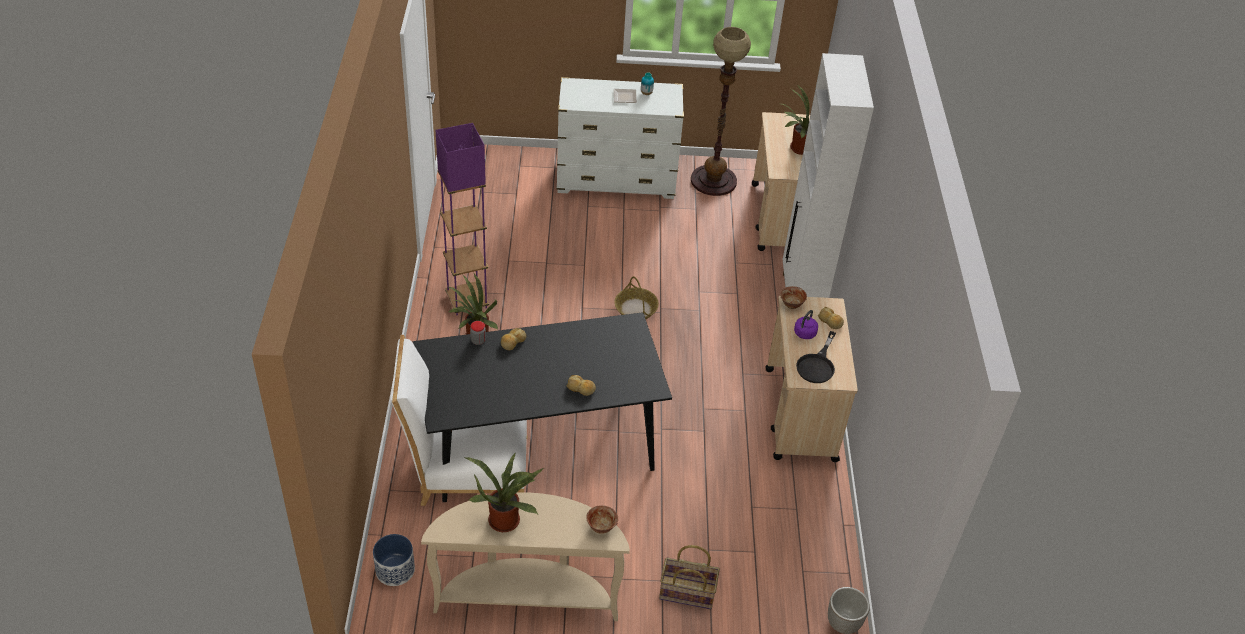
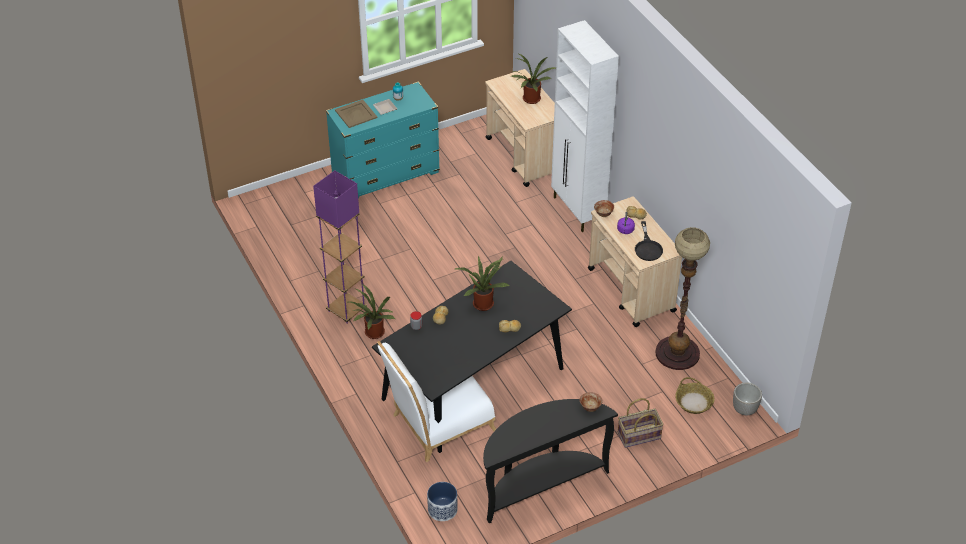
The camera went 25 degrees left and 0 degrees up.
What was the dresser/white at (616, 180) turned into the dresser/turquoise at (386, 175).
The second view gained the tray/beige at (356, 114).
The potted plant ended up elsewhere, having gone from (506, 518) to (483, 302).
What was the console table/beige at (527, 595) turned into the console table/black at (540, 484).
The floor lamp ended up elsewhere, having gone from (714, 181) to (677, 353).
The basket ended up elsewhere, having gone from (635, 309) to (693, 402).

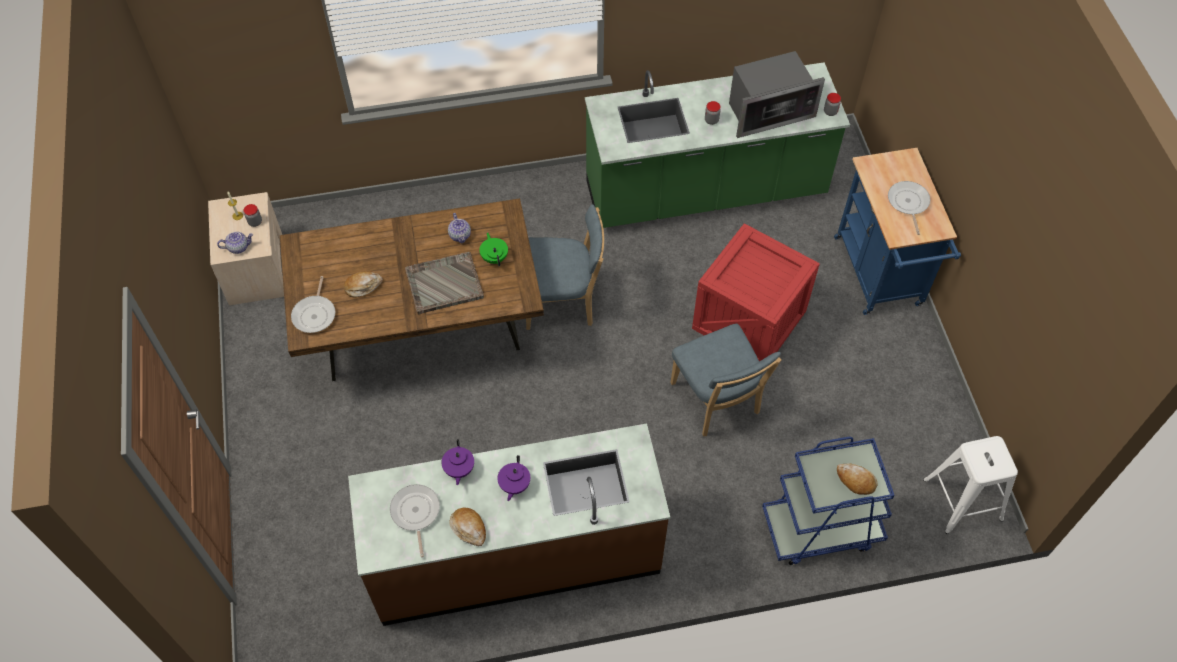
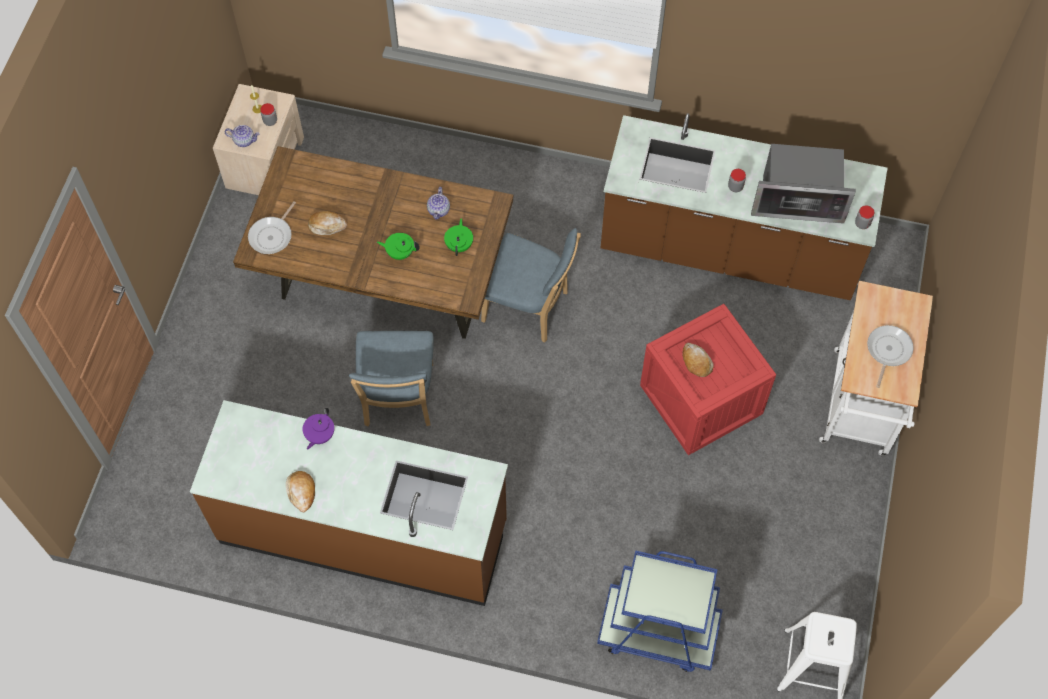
The camera went 25 degrees right and 5 degrees up.
The chair/blue ended up elsewhere, having gone from (717, 401) to (398, 399).
Where the tray/grey stood at (443, 284), the teapot/green came to stand at (400, 252).
What was the counter/green at (705, 192) turned into the counter/brown at (729, 250).
The bread ended up elsewhere, having gone from (855, 481) to (696, 362).
What was the cart/blue at (880, 277) turned into the cart/white at (859, 410).
The second view lost the frying pan at (415, 513).
The second view lost the teapot/purple at (514, 485).

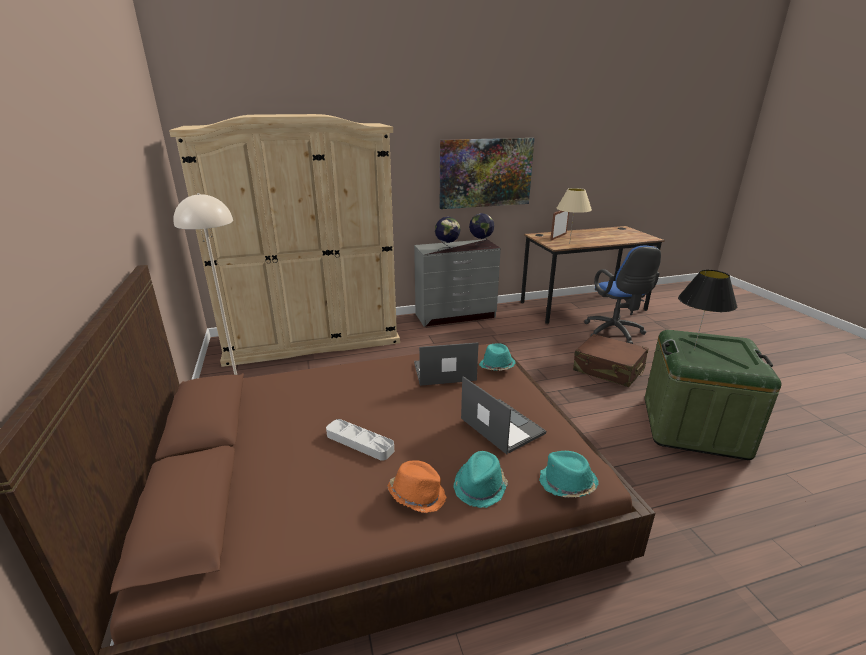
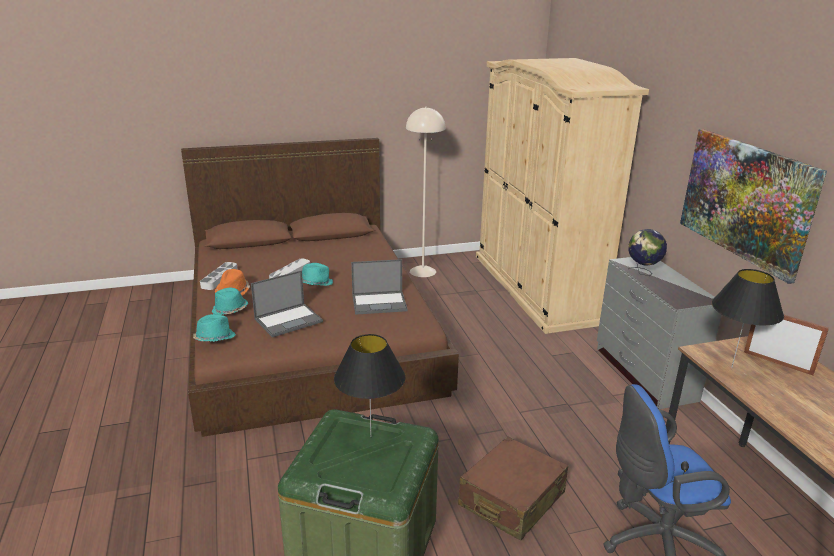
The camera went 90 degrees right and 0 degrees up.
The second view gained the tray/grey at (219, 278).
The hat/turquoise ended up elsewhere, having gone from (496, 366) to (315, 283).
The laptop at (443, 372) ended up facing another way, 90 degrees clockwise from before.
What was the table lamp/beige at (569, 244) turned into the table lamp/black at (731, 367).
The second view lost the globe at (480, 245).

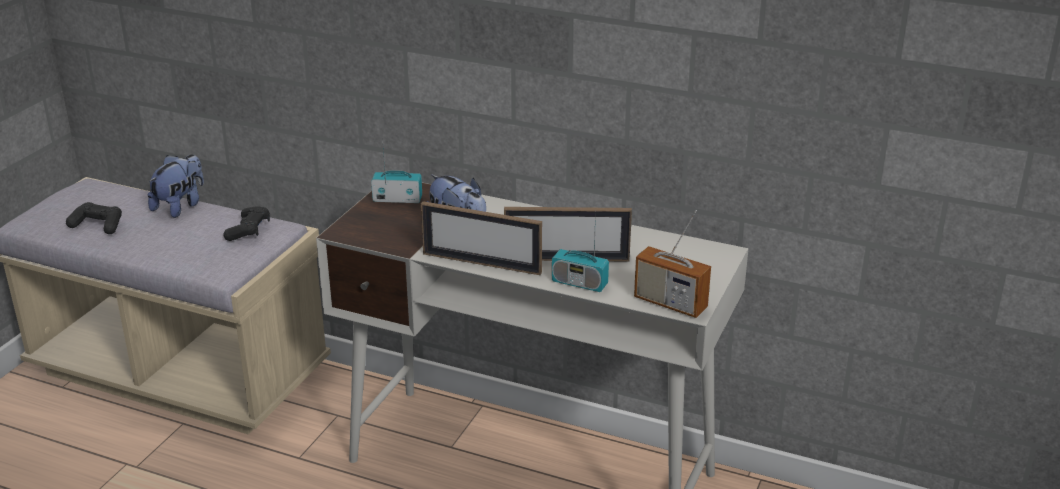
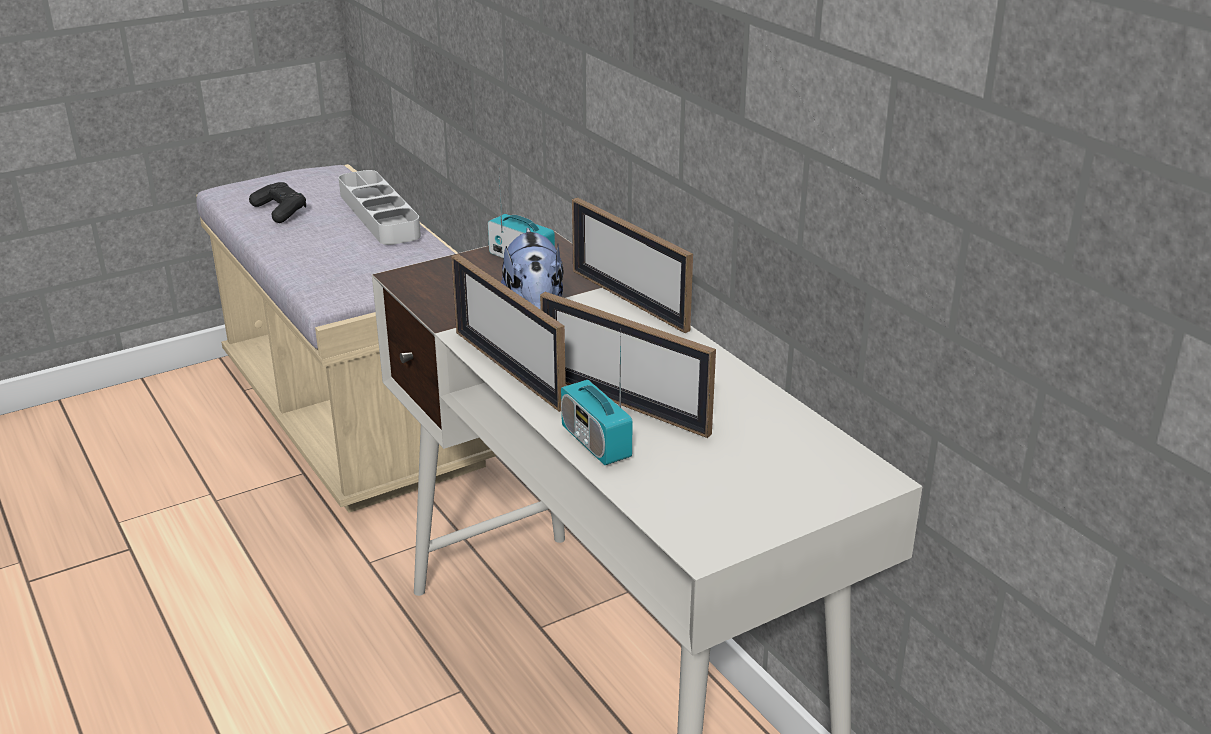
The camera went 35 degrees right and 0 degrees up.
Where the plush toy stood at (180, 206), the tray/grey came to stand at (379, 215).
The second view gained the picture frame at (629, 299).
The second view lost the game controller/black at (249, 230).
The second view lost the radio at (670, 303).

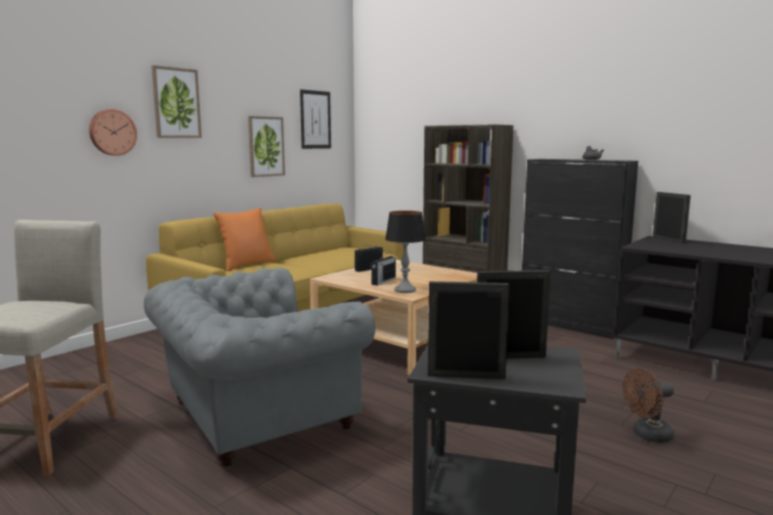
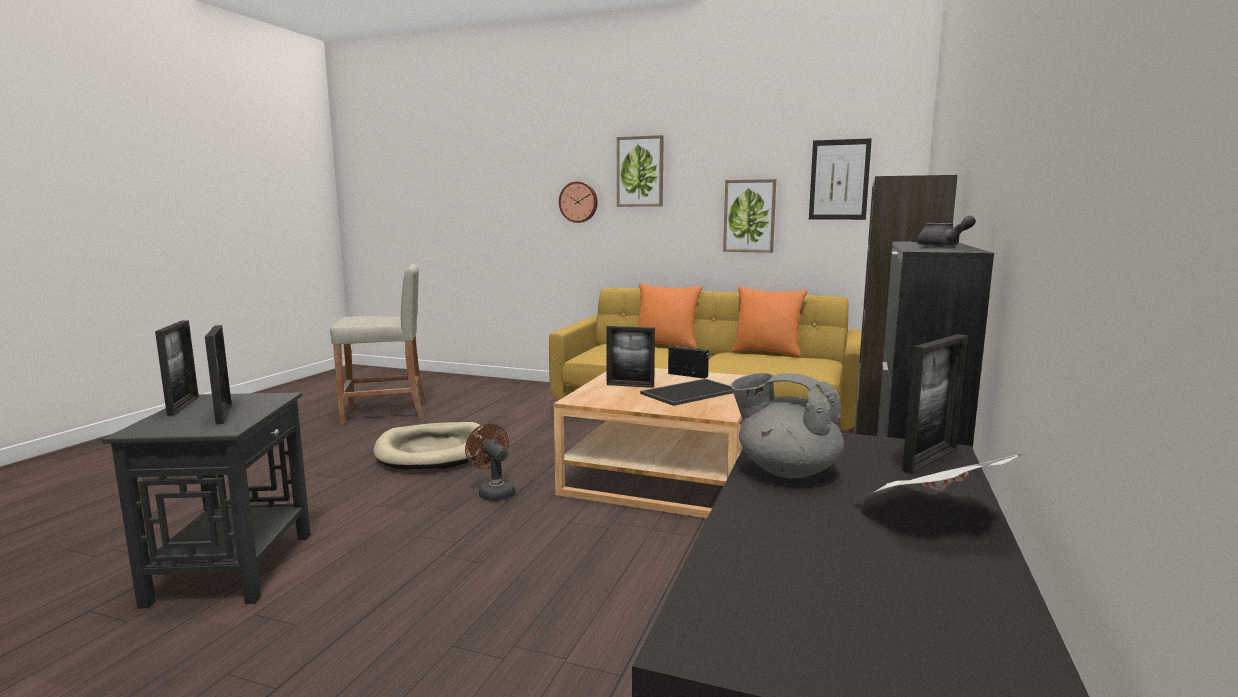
The camera went 70 degrees right and 0 degrees up.
Where the armchair/grey stood at (253, 415), the dog bed/beige came to stand at (434, 451).
The fan/brown ended up elsewhere, having gone from (647, 435) to (493, 492).
Where the radio stood at (383, 281), the picture frame came to stand at (630, 385).
The second view gained the tray at (690, 392).
The second view gained the teapot/grey at (786, 470).
The second view gained the pillow/orange at (767, 353).
The second view gained the newspaper at (929, 514).
The second view lost the table lamp at (405, 290).

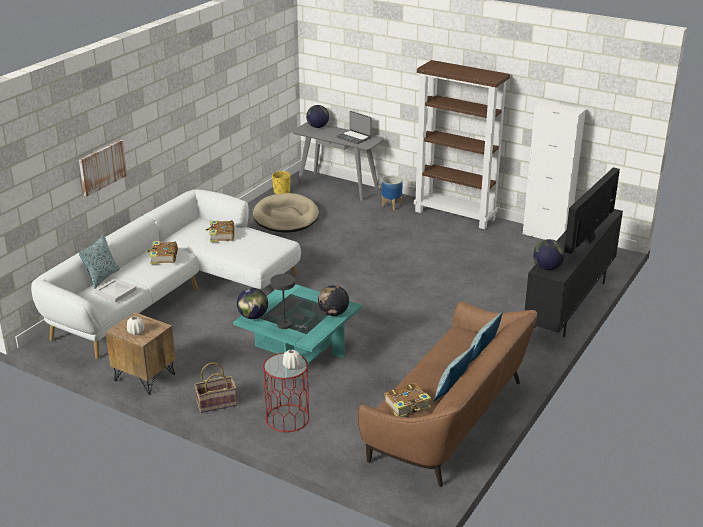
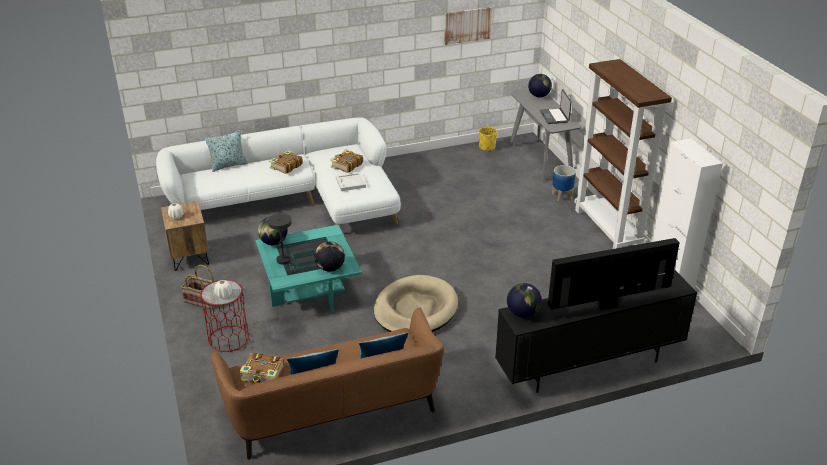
The camera went 40 degrees right and 5 degrees up.
The tray/white ended up elsewhere, having gone from (115, 291) to (351, 182).
The dog bed/beige ended up elsewhere, having gone from (286, 217) to (415, 309).
The picture ended up elsewhere, having gone from (102, 167) to (467, 25).

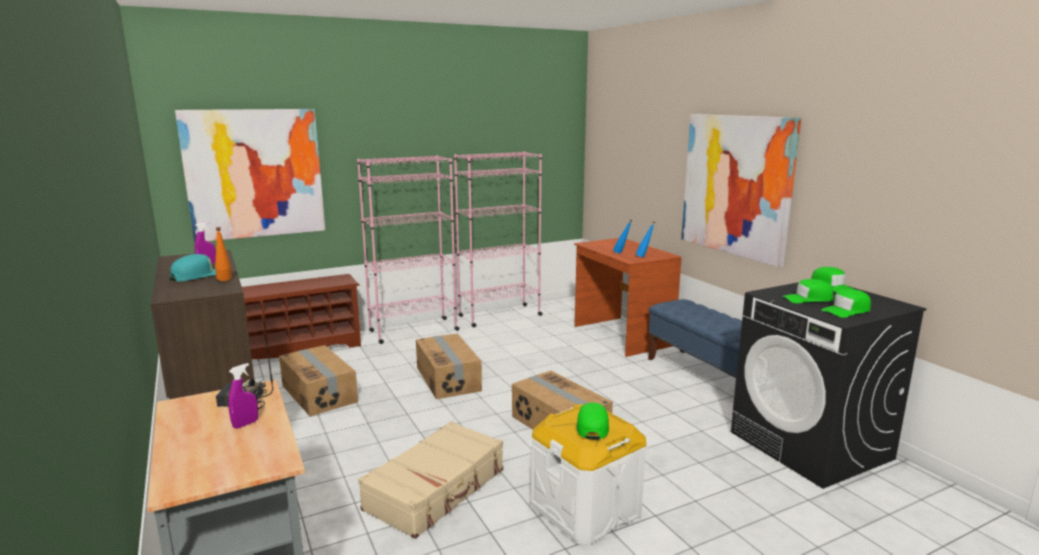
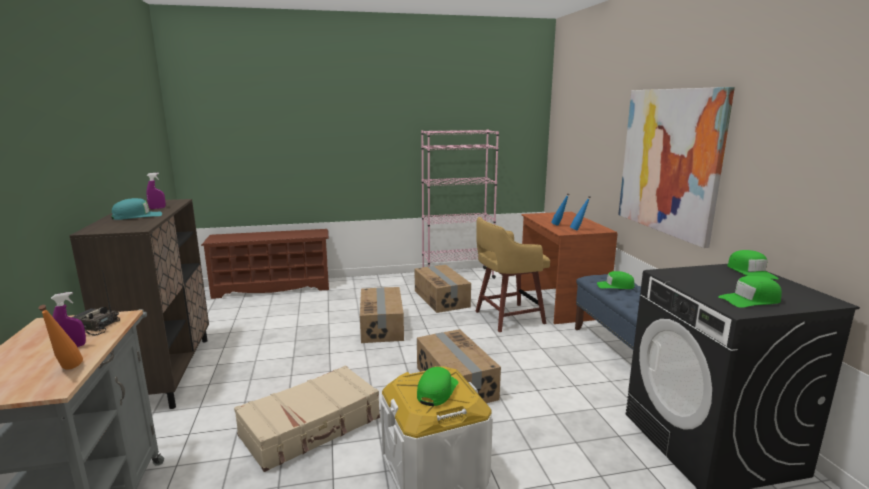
The camera went 15 degrees right and 0 degrees up.
The bottle/orange ended up elsewhere, having gone from (225, 281) to (67, 370).
The cardboard box ended up elsewhere, having gone from (319, 393) to (442, 298).
The second view gained the stool/yellow at (507, 317).
The cap/green ended up elsewhere, having gone from (808, 299) to (615, 286).
The second view lost the picture at (255, 174).
The second view lost the bookcase/pink at (413, 331).

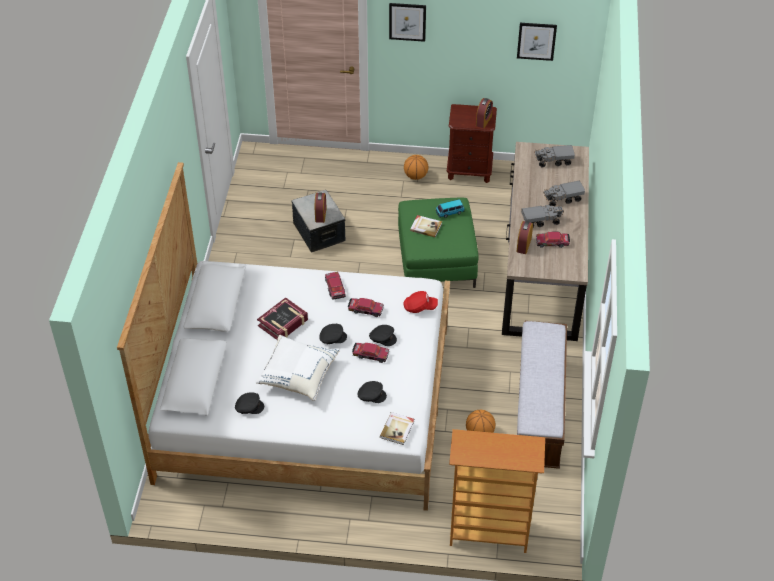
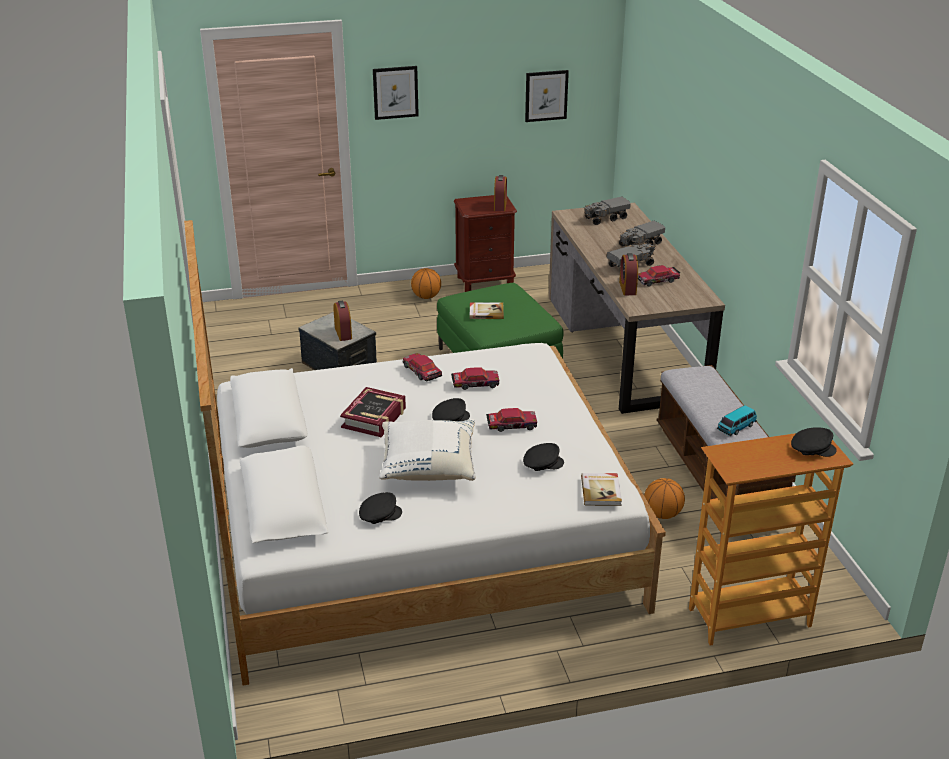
The camera went 20 degrees left and 15 degrees down.
The toy car ended up elsewhere, having gone from (449, 212) to (736, 427).
The cap/black ended up elsewhere, having gone from (383, 337) to (812, 448).
The second view lost the cap/red at (419, 307).

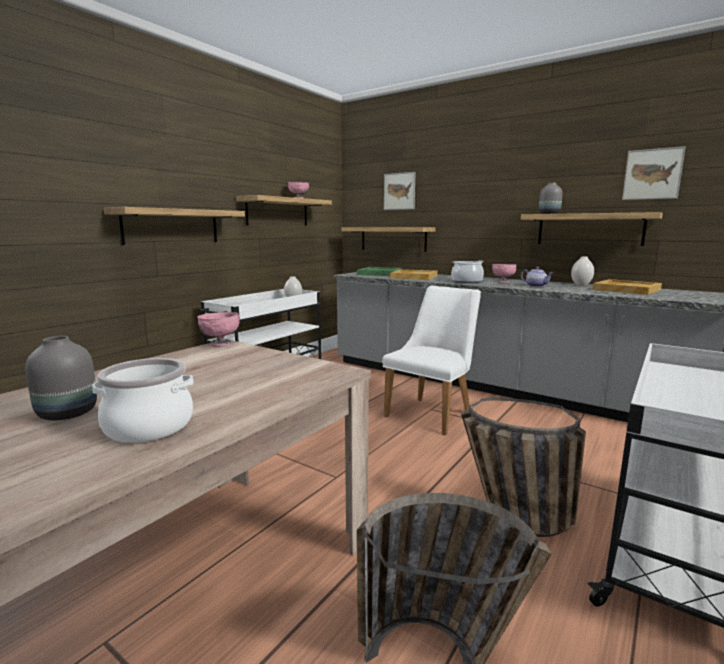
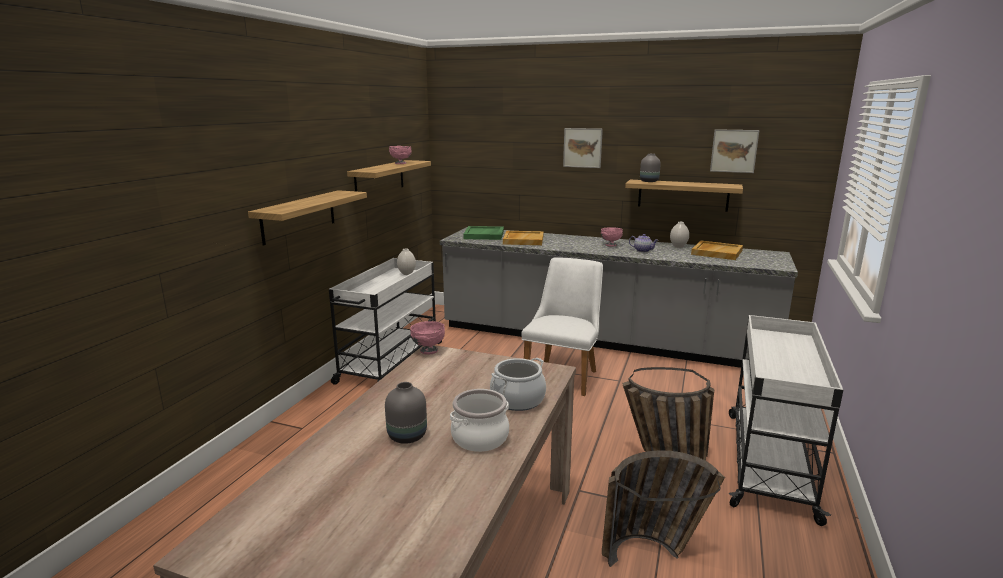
The camera went 15 degrees left and 5 degrees up.
The cooking pot ended up elsewhere, having gone from (466, 281) to (517, 400).
The picture ended up elsewhere, having gone from (399, 191) to (582, 148).
The second view lost the shelf at (393, 239).

